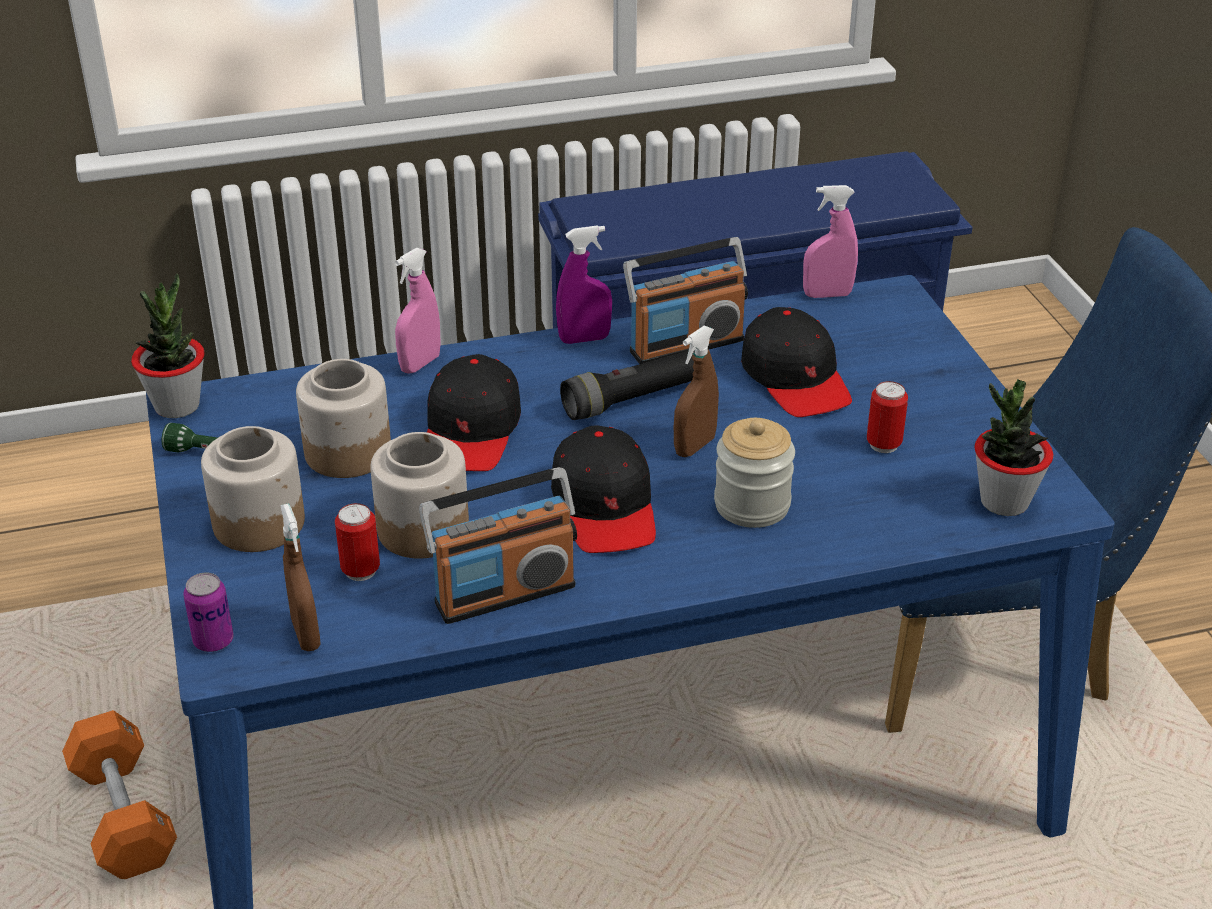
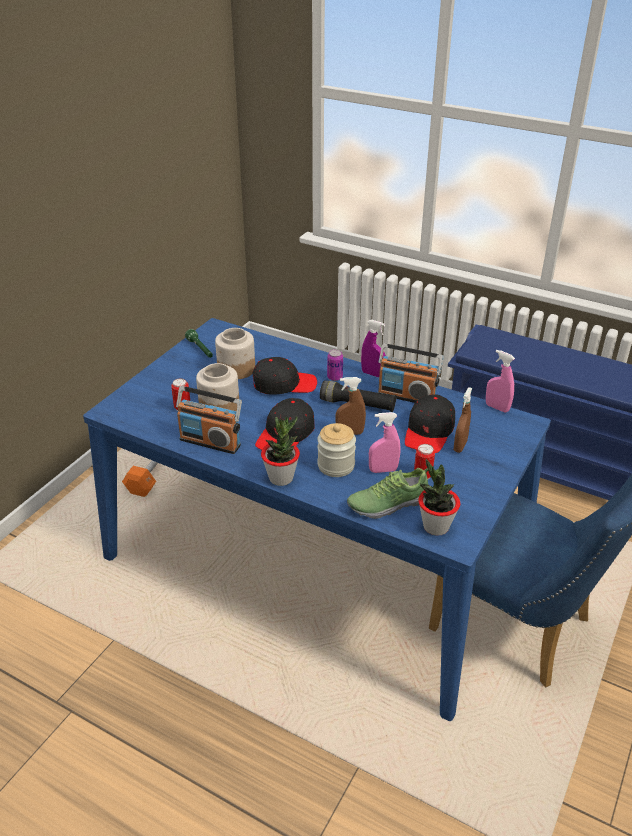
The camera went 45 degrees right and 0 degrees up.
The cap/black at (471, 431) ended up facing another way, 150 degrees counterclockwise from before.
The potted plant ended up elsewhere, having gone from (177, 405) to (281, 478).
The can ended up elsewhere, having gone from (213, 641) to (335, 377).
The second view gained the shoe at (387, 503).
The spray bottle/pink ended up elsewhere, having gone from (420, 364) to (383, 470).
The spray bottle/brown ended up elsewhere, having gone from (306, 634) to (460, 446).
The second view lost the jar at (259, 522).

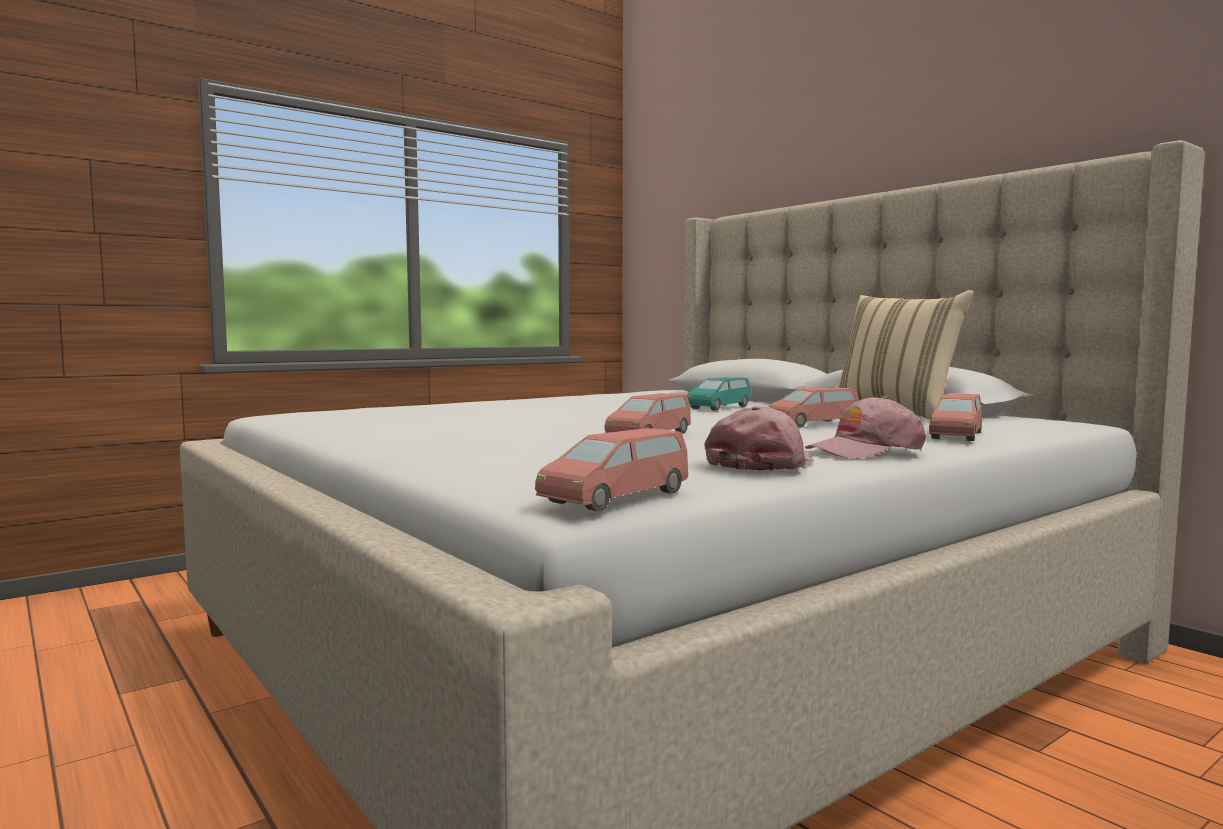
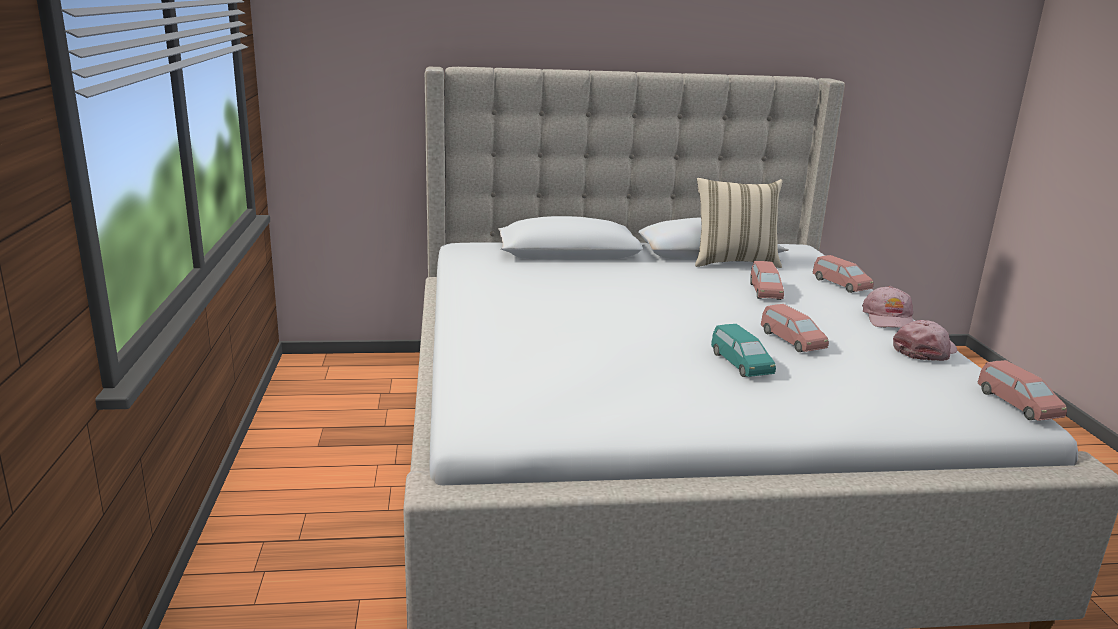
The camera went 60 degrees left and 15 degrees up.
The toy car/turquoise ended up elsewhere, having gone from (719, 407) to (740, 364).
The cap/pink at (762, 464) ended up facing another way, 75 degrees clockwise from before.

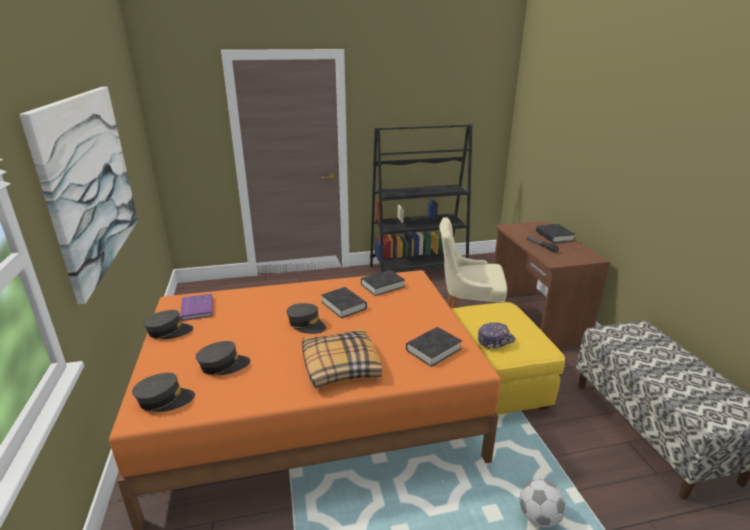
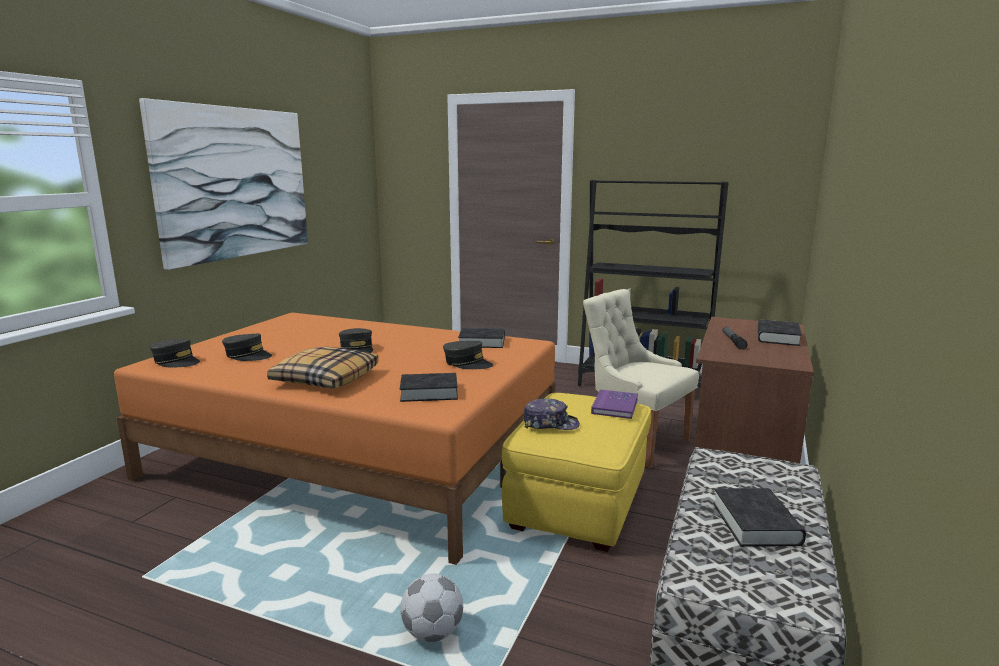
The camera went 35 degrees right and 10 degrees down.
The cap/grey ended up elsewhere, having gone from (169, 331) to (467, 363).
The book/purple ended up elsewhere, having gone from (197, 308) to (615, 406).
The book/black ended up elsewhere, having gone from (343, 305) to (756, 524).

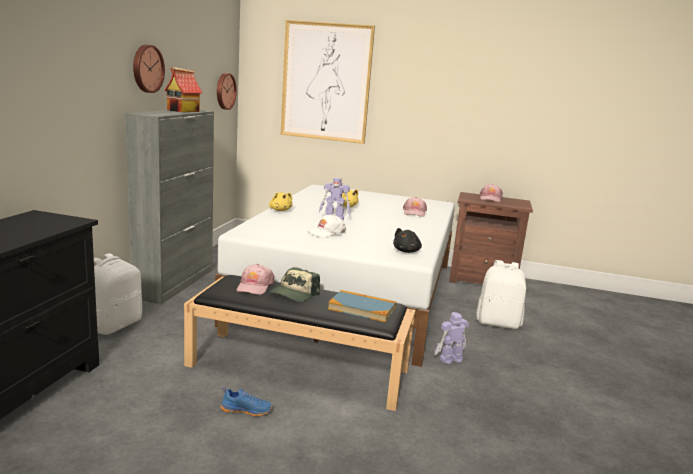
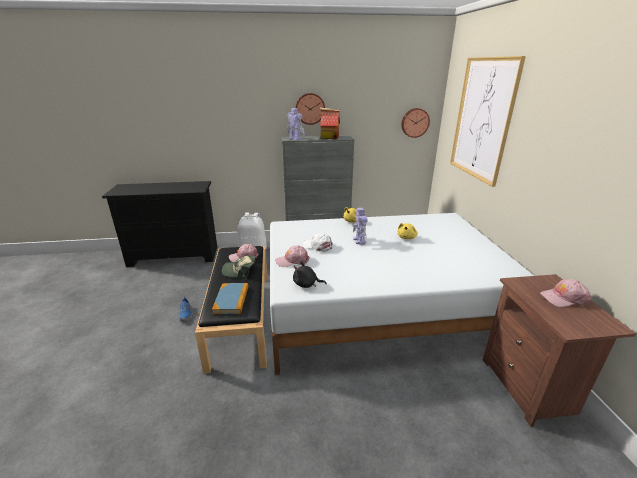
The camera went 70 degrees right and 10 degrees up.
The cap/pink ended up elsewhere, having gone from (414, 212) to (292, 260).
The toy robot ended up elsewhere, having gone from (450, 359) to (295, 138).
The second view lost the backpack/white at (498, 323).

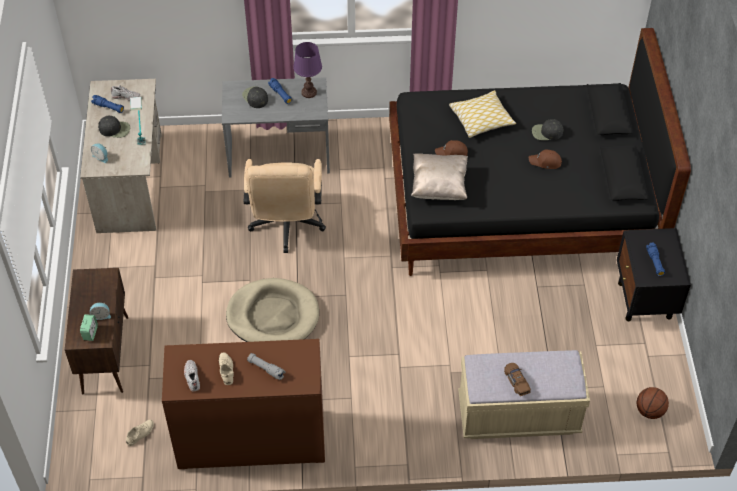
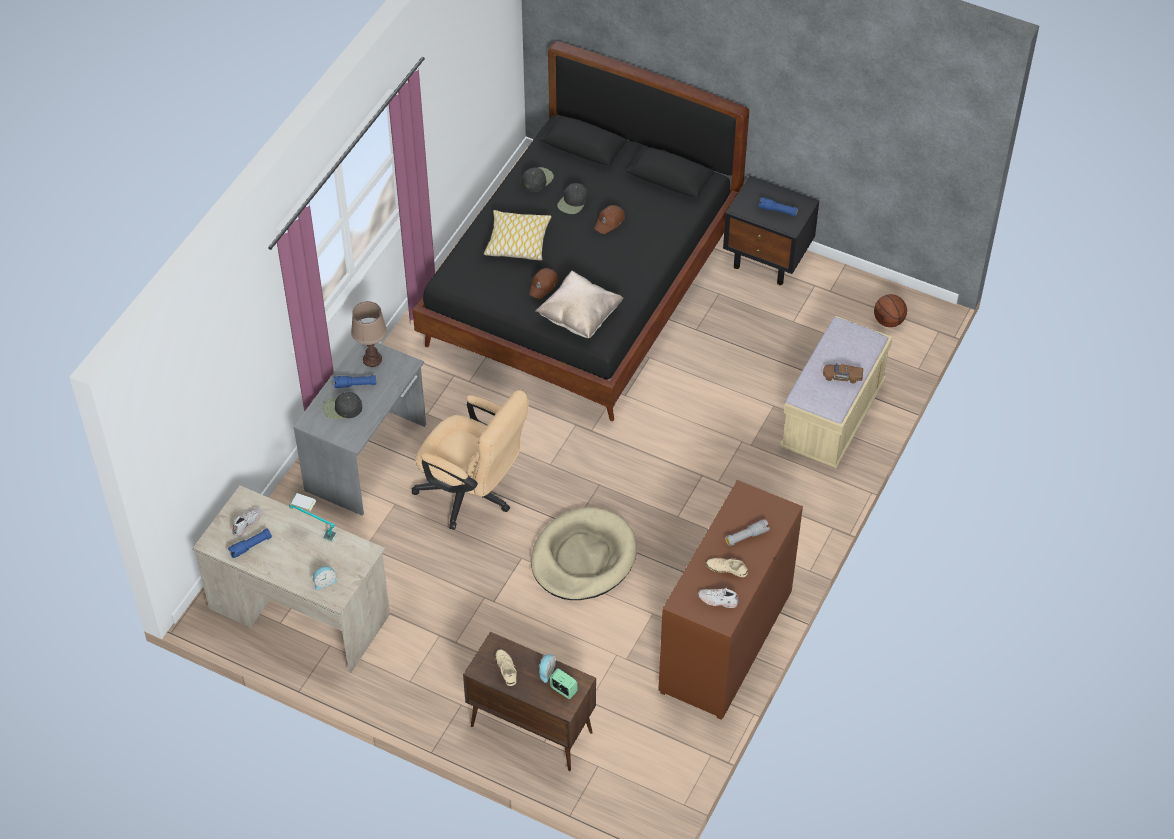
The camera went 60 degrees left and 0 degrees up.
What was the table lamp/purple at (309, 92) turned into the table lamp/brown at (372, 359).
The shoe/beige ended up elsewhere, having gone from (140, 433) to (506, 668).
The cap/black ended up elsewhere, having gone from (115, 129) to (537, 180).

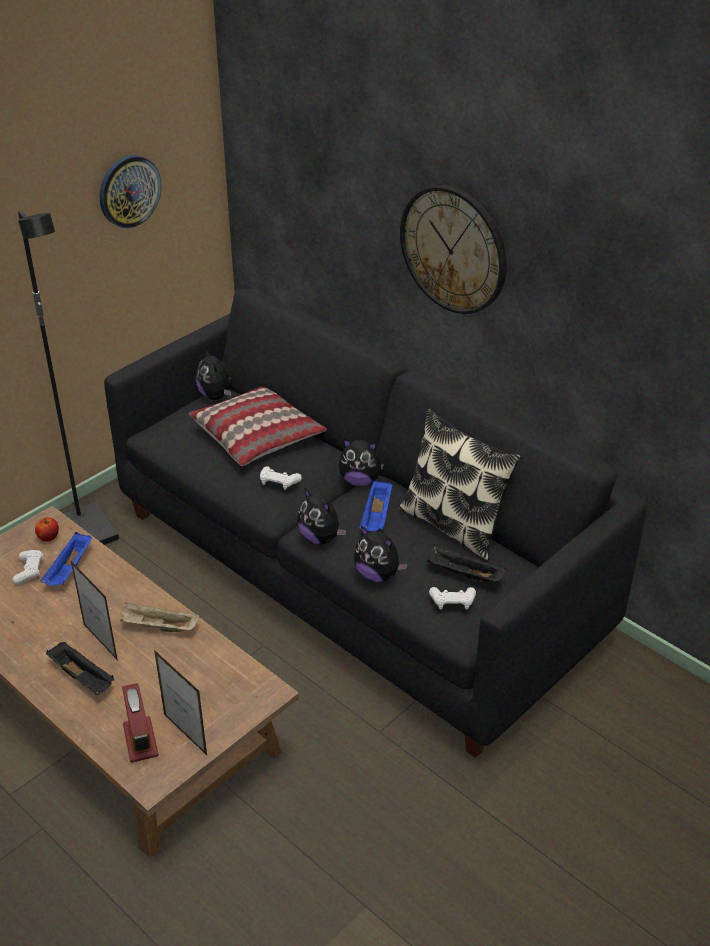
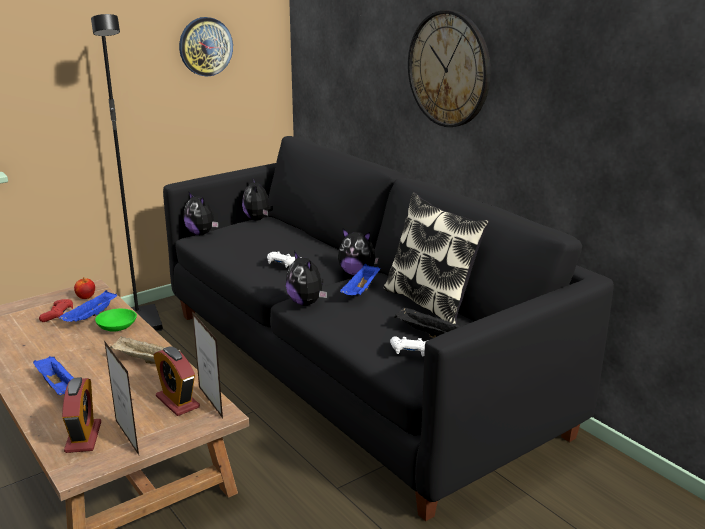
The camera went 10 degrees right and 15 degrees down.
What was the tray/black at (83, 678) turned into the tray/blue at (59, 387).
What was the game controller/white at (29, 571) turned into the game controller/red at (58, 315).
The second view gained the bowl/green at (117, 327).
The second view gained the alarm clock at (177, 402).
The plush toy ended up elsewhere, having gone from (378, 575) to (201, 233).
The picture frame ended up elsewhere, having gone from (100, 642) to (210, 402).
The second view lost the pillow at (258, 435).

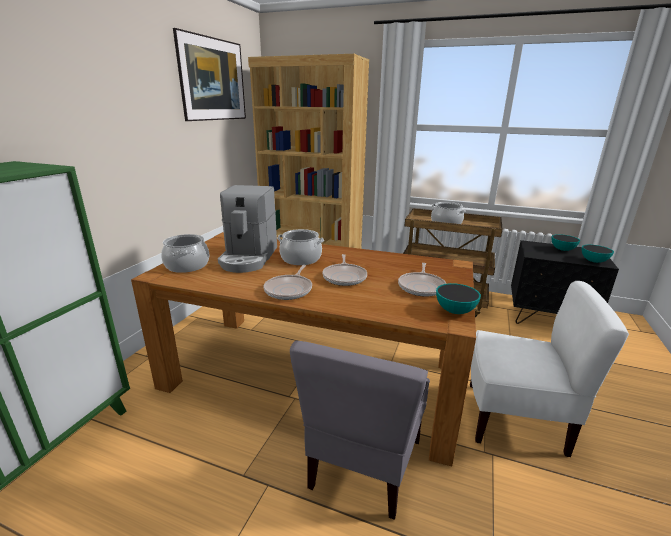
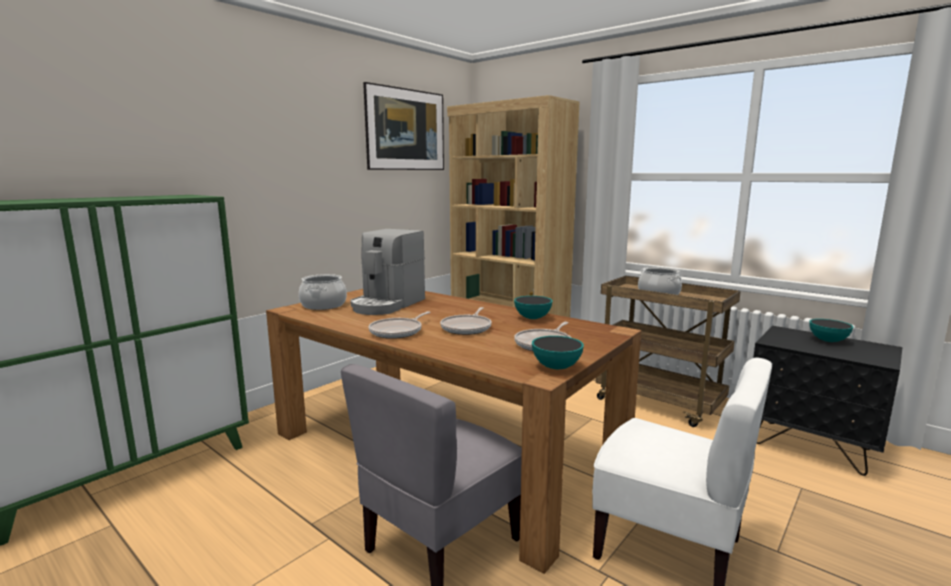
The camera went 20 degrees right and 10 degrees down.
The bowl ended up elsewhere, having gone from (593, 261) to (532, 318).
The second view lost the cooking pot at (301, 259).

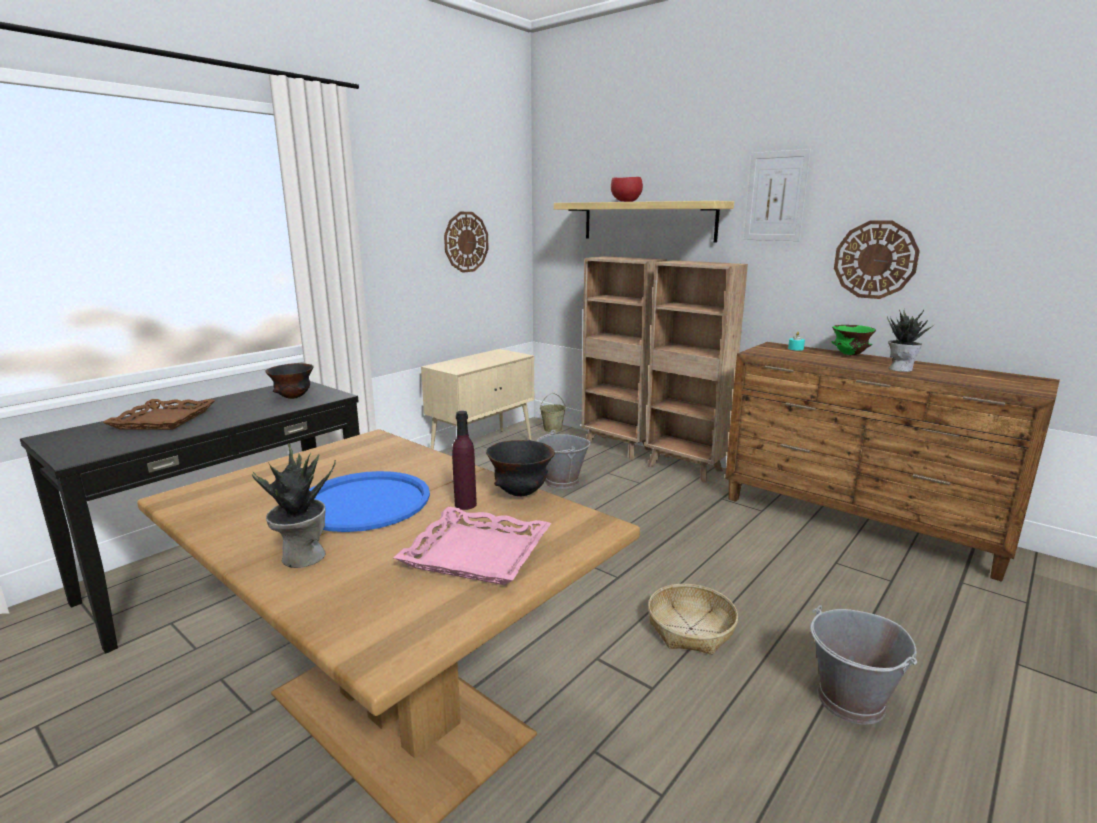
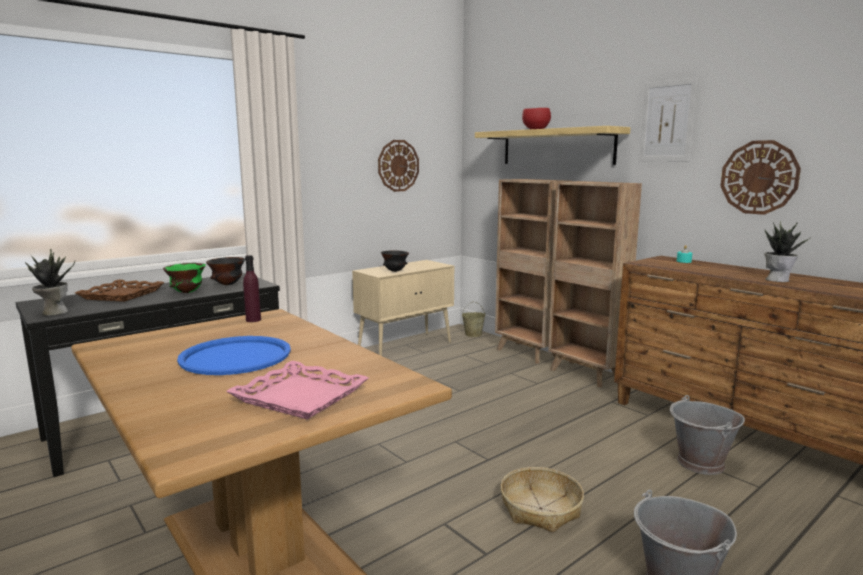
The camera went 10 degrees right and 5 degrees down.
The potted plant ended up elsewhere, having gone from (301, 557) to (53, 312).
The bowl/green ended up elsewhere, having gone from (850, 355) to (187, 293).
The bottle/purple ended up elsewhere, having gone from (465, 504) to (253, 320).
The bowl/black ended up elsewhere, having gone from (521, 493) to (395, 271).
The bucket/grey ended up elsewhere, having gone from (562, 482) to (700, 463).

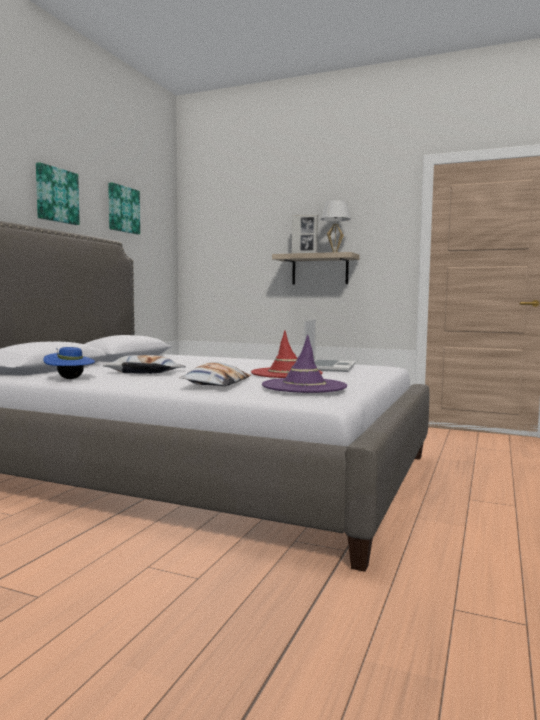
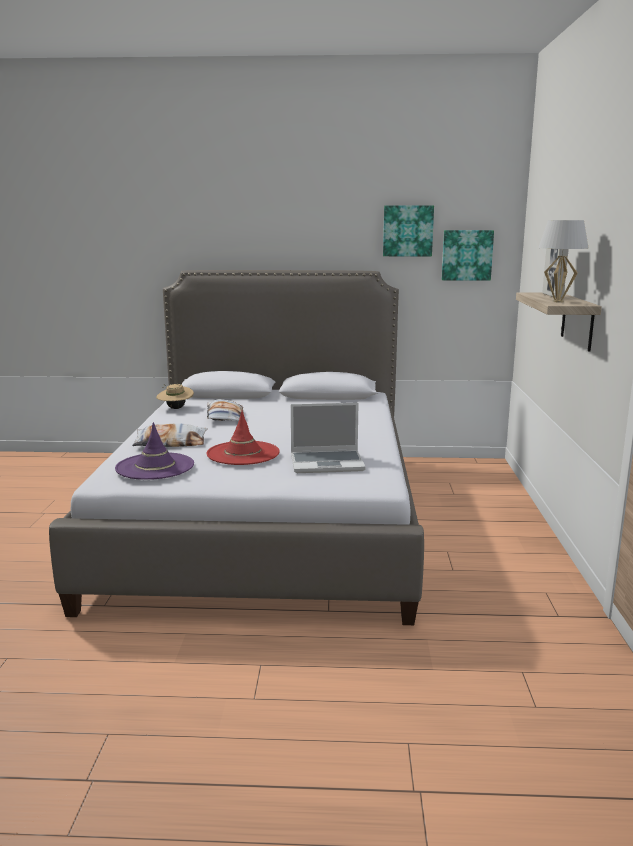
The camera went 70 degrees right and 10 degrees up.
What was the hat/blue at (70, 379) turned into the hat/beige at (175, 408).
The picture ended up elsewhere, having gone from (56, 195) to (467, 255).

